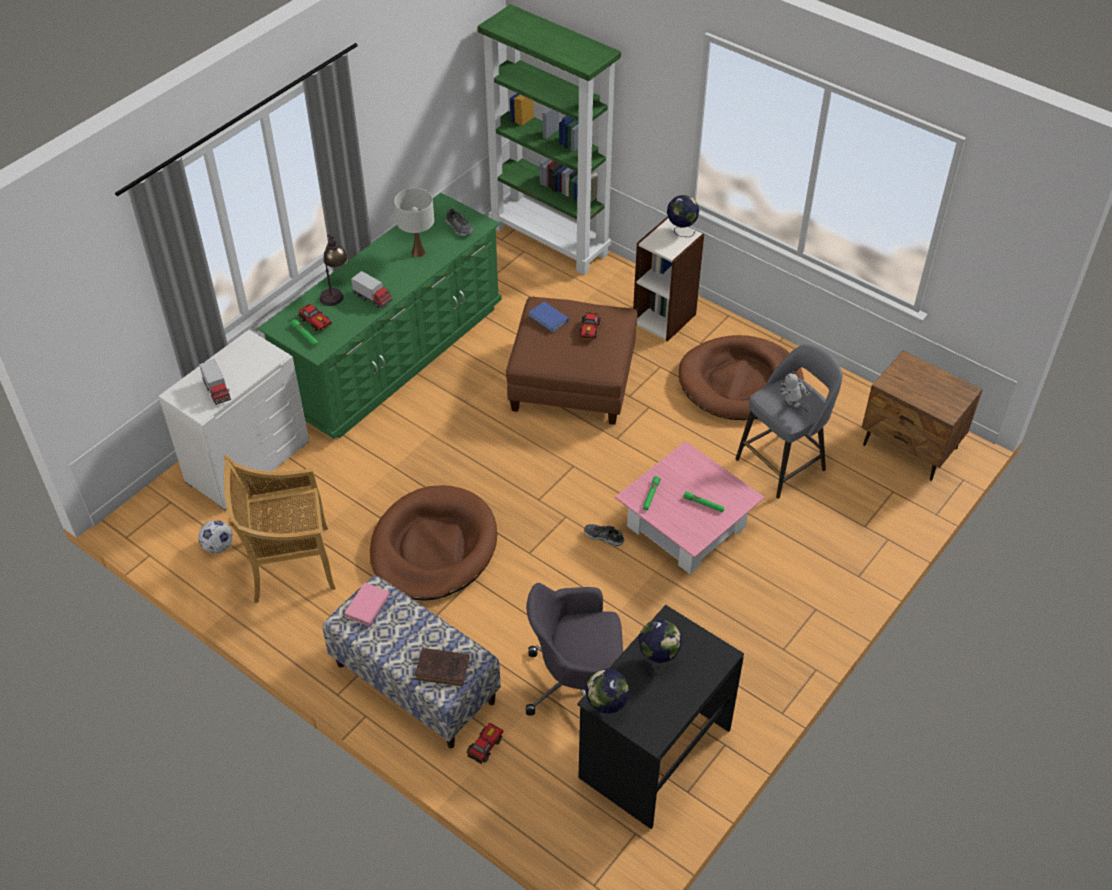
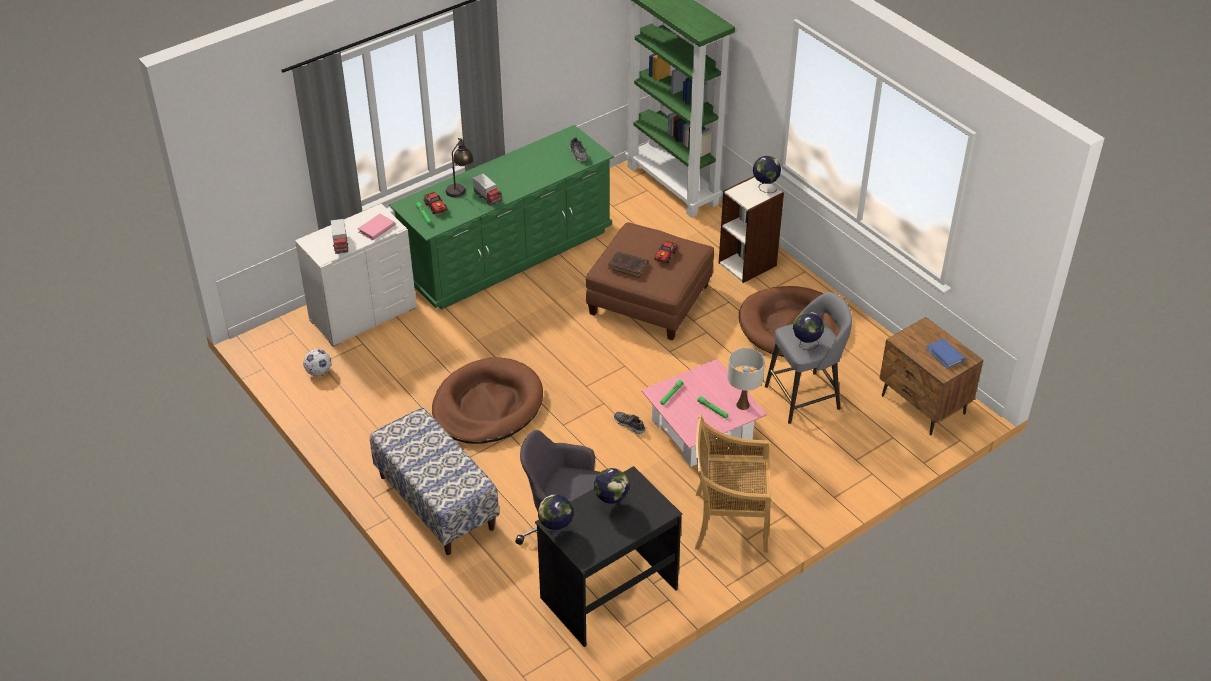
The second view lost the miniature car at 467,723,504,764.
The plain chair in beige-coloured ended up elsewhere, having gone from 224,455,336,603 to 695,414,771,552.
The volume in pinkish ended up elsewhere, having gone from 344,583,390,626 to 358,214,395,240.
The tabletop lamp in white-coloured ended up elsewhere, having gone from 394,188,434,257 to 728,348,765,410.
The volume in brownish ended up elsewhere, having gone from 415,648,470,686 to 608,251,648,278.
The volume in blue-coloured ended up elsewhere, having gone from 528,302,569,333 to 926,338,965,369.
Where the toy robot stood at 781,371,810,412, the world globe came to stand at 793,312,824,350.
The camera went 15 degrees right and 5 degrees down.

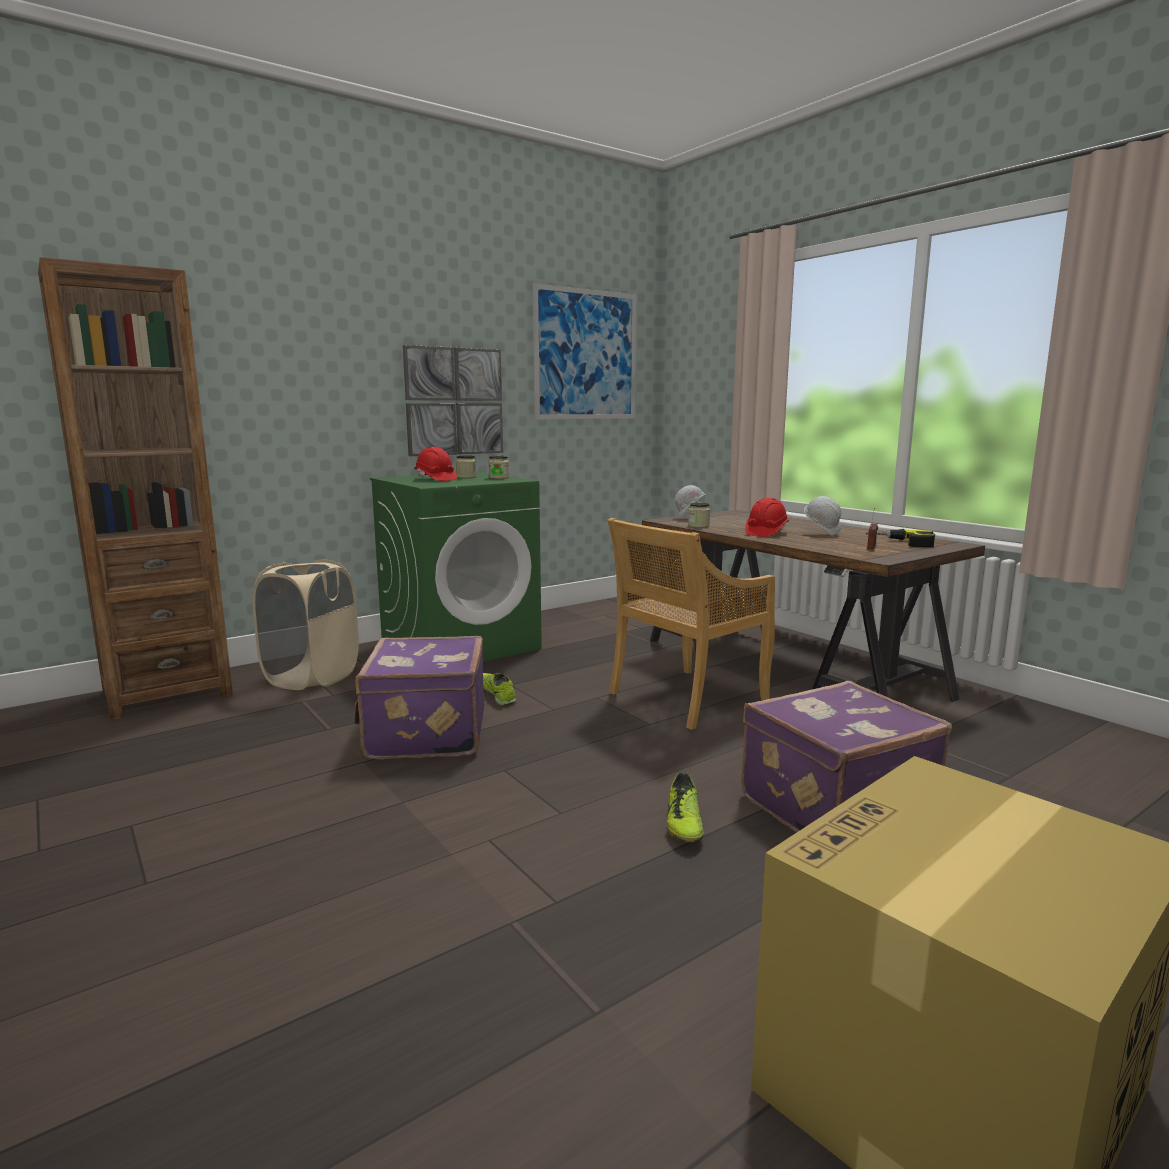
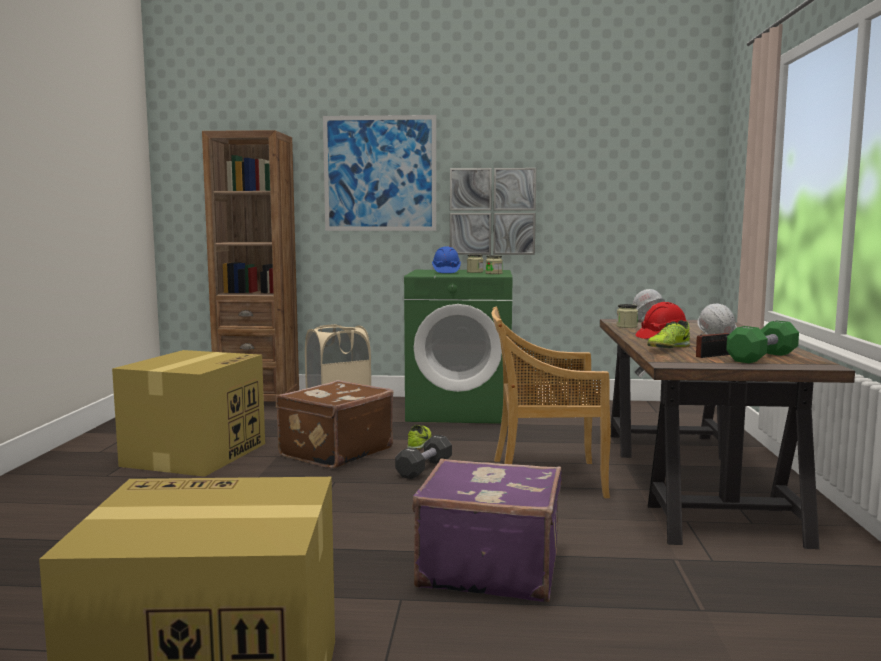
The second view gained the cardboard box at 112,350,265,477.
The second view gained the hand weight in black at 395,435,452,479.
The wall picture ended up elsewhere, having gone from 533,283,637,420 to 323,115,436,231.
The shoe ended up elsewhere, having gone from 667,773,704,842 to 647,320,690,348.
Where the electric drill stood at 866,529,935,547, the hand weight in greenish came to stand at 726,321,799,363.
What was the travel case in purple-coloured at 354,636,485,759 turned into the travel case in brownish at 276,380,393,469.
What was the work helmet in red-coloured at 414,447,457,481 turned into the work helmet in blue-coloured at 432,246,461,273.
The camera went 40 degrees right and 5 degrees down.

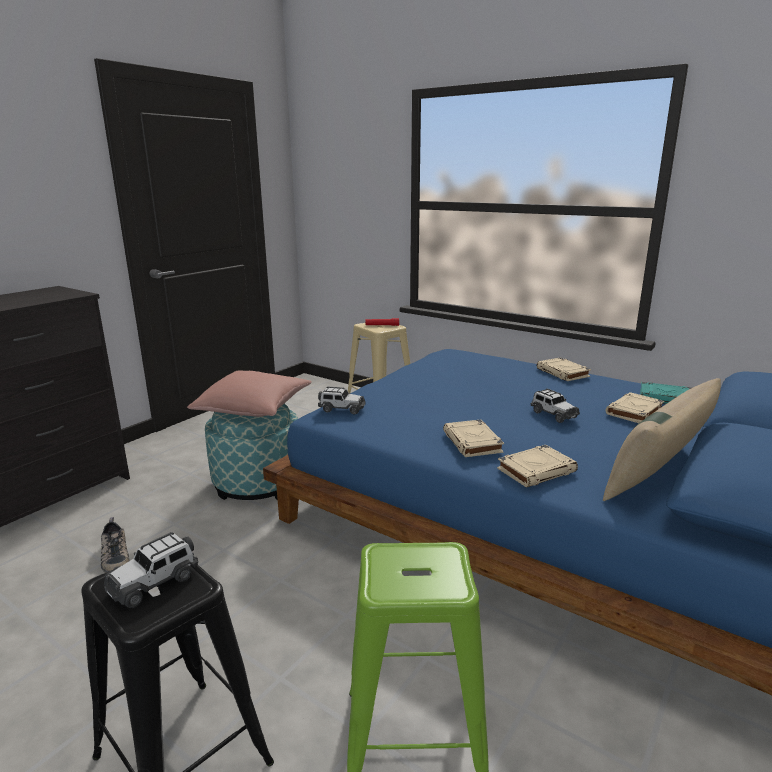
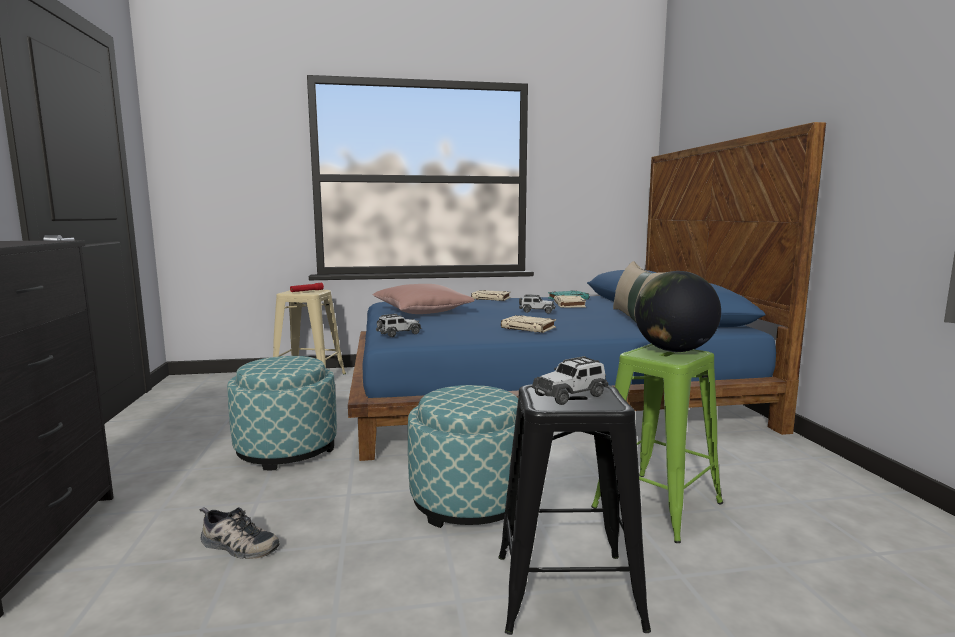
The second view lost the volume in beige-coloured at 497,445,578,488.
The second view gained the ottoman at 408,385,518,528.
The second view gained the world globe at 635,271,721,352.
The pillow in pinkish ended up elsewhere, having gone from 187,371,312,417 to 372,284,475,314.
The miniature car at 104,532,199,608 ended up facing another way, 60 degrees clockwise from before.
The camera went 45 degrees left and 10 degrees down.

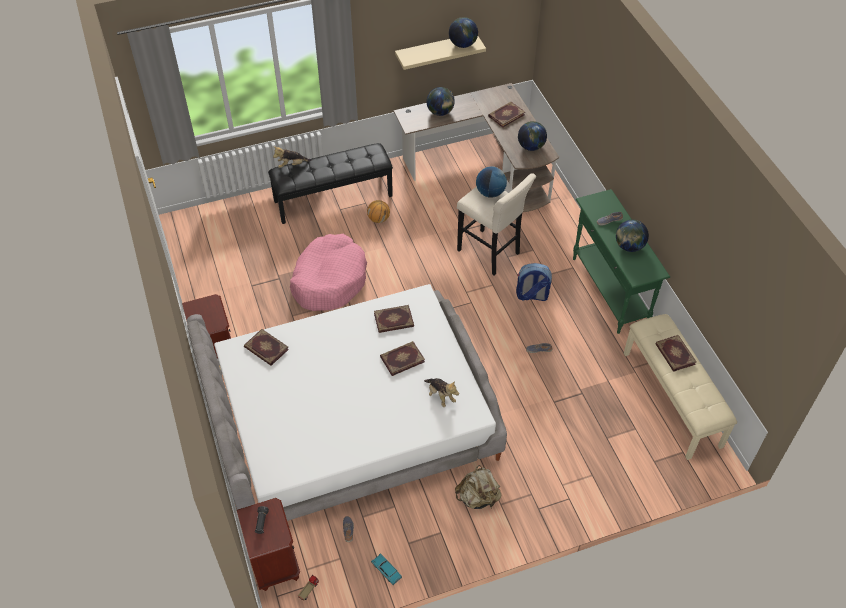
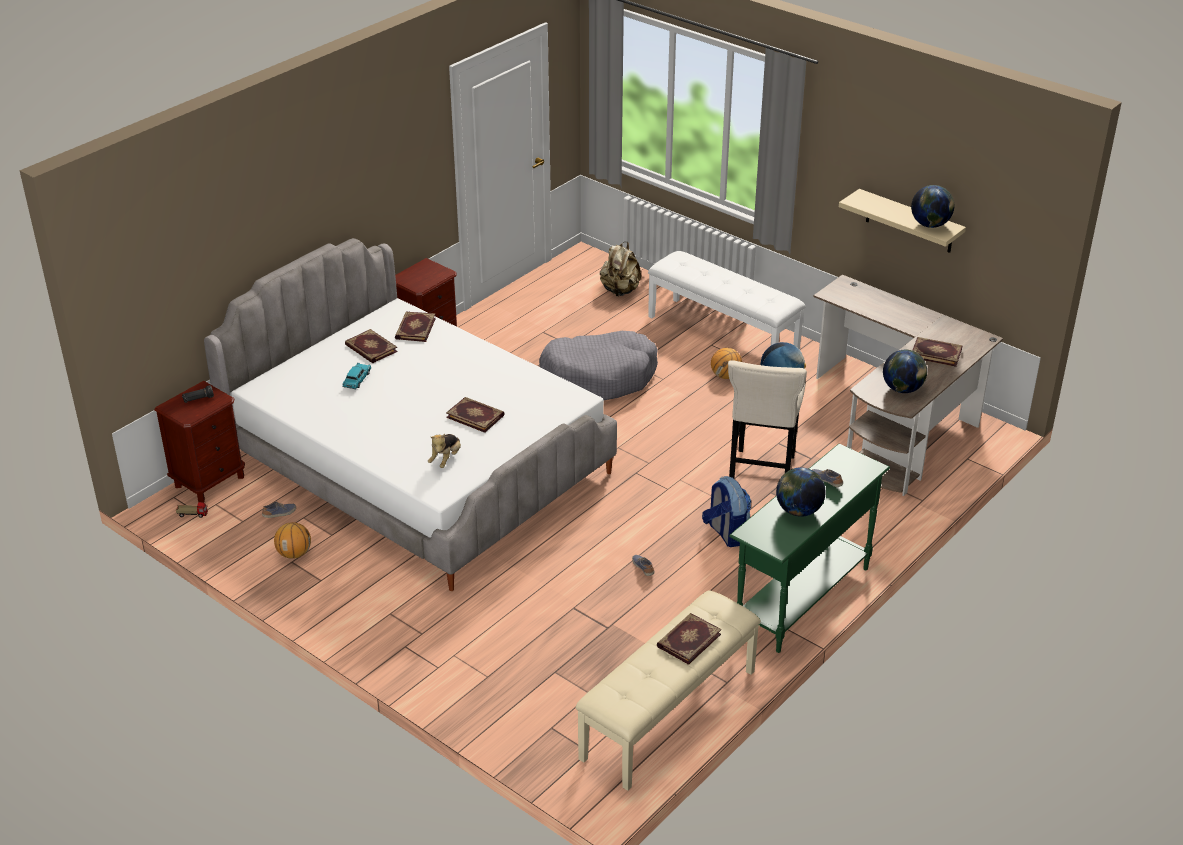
The second view lost the plush toy at 273,146,311,168.
The second view lost the world globe at 427,87,455,116.
The second view gained the ball for basketball at 274,522,311,559.
The miniature car in blue-green ended up elsewhere, having gone from 371,553,402,585 to 343,363,371,389.
The volume ended up elsewhere, having gone from 374,305,414,333 to 345,329,398,363.
The backpack in beige-coloured ended up elsewhere, having gone from 455,465,502,509 to 600,242,641,296.
What was the long seat in black at 268,143,393,224 turned into the long seat in white-coloured at 648,251,806,350.
What was the dog cushion in pinkish at 290,234,367,311 turned into the dog cushion in greyish at 539,331,658,400.
The camera went 60 degrees right and 15 degrees down.

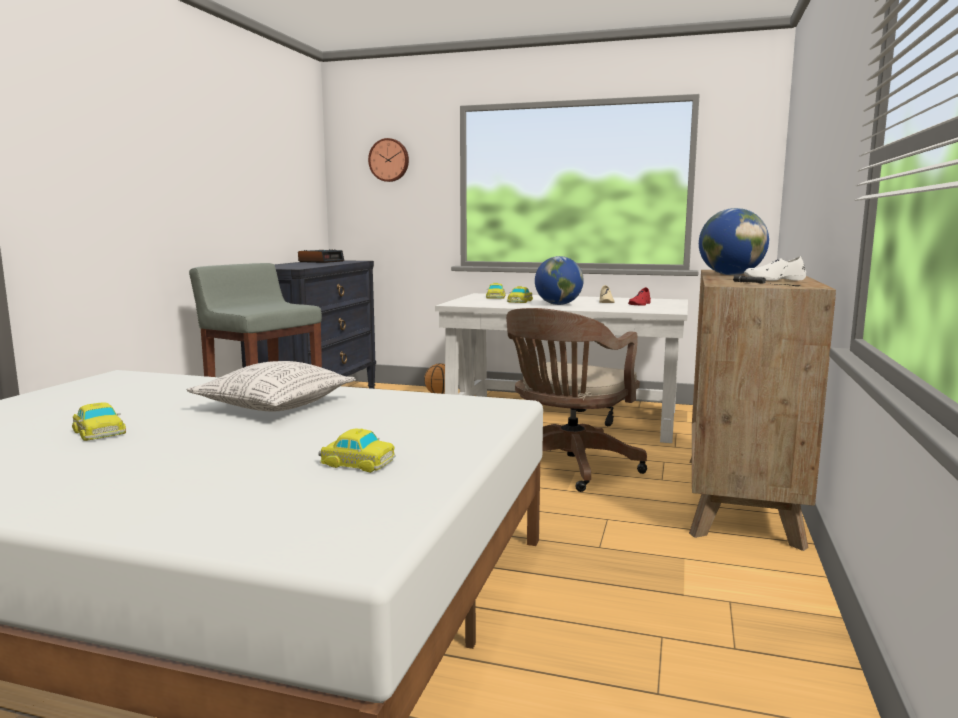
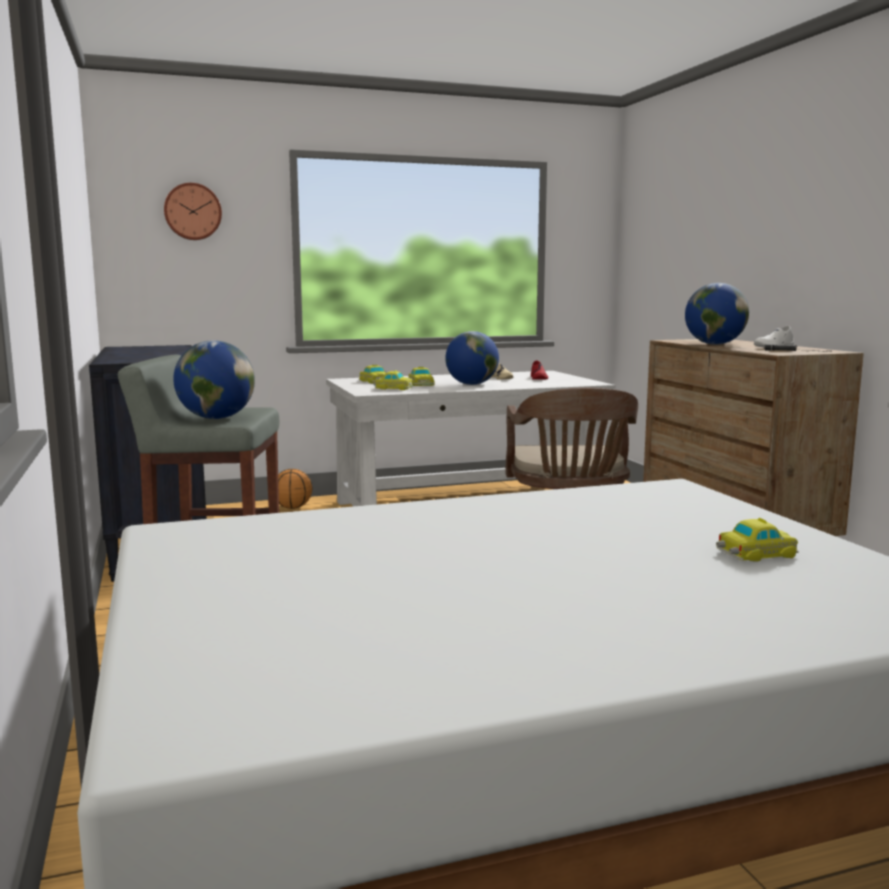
The second view lost the pillow at 186,361,356,411.
The second view lost the bedside clock at 298,249,344,263.
The second view gained the world globe at 173,340,255,419.
The miniature car ended up elsewhere, having gone from 72,402,126,441 to 373,370,413,390.
The camera went 35 degrees left and 0 degrees up.

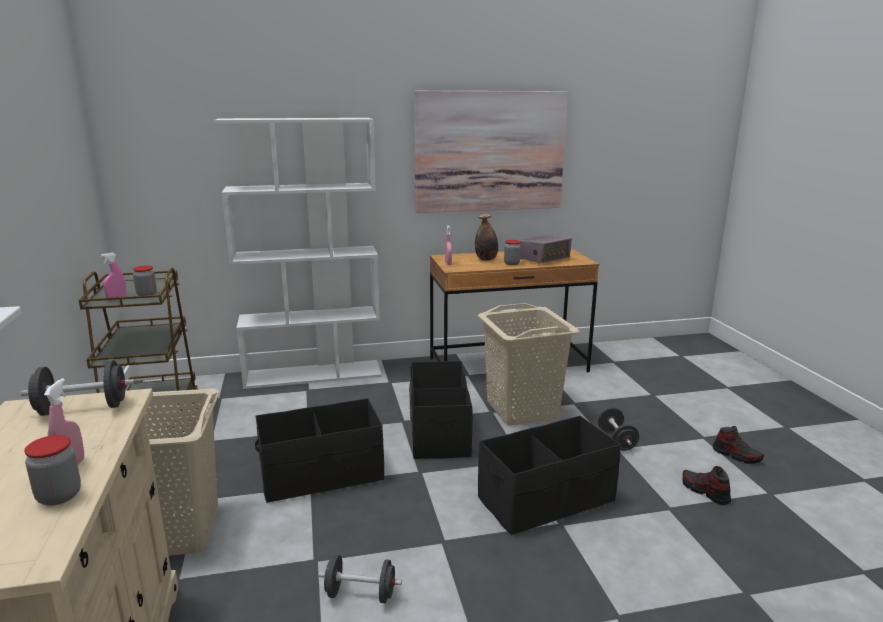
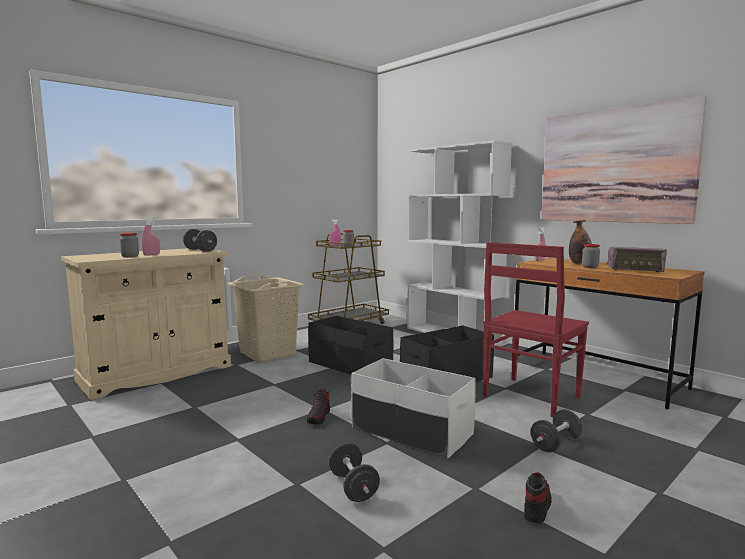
The hand weight in black ended up elsewhere, having gone from 318,555,402,603 to 329,442,380,502.
The shoe ended up elsewhere, having gone from 713,426,764,464 to 307,388,330,425.
Where the washing basket in beige-coloured stood at 478,303,579,425, the plain chair in red-coloured came to stand at 483,242,589,417.
What was the storage box in black at 478,416,621,535 turned into the storage box in white-coloured at 351,358,476,459.
The camera went 60 degrees right and 10 degrees down.

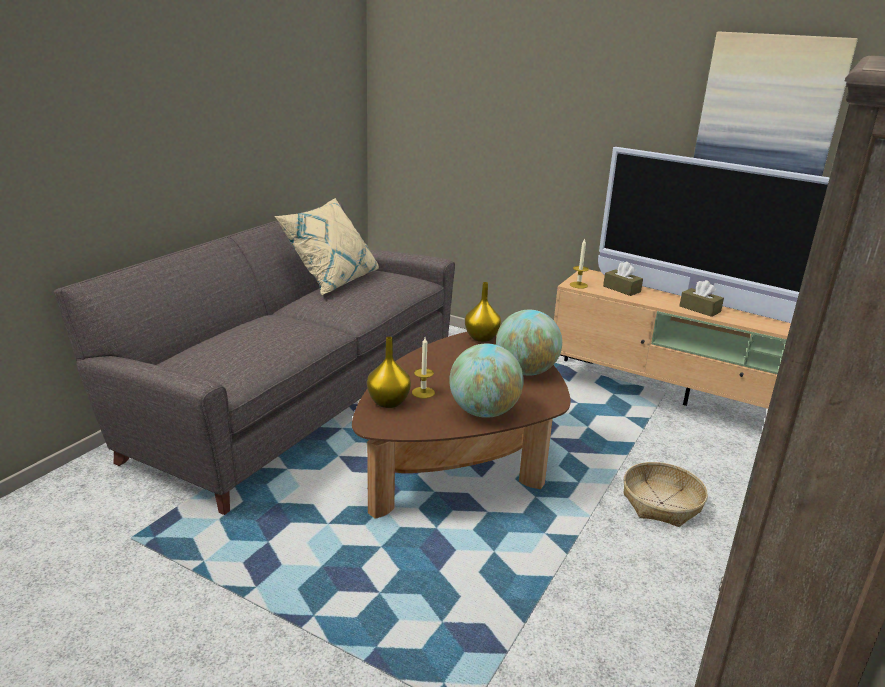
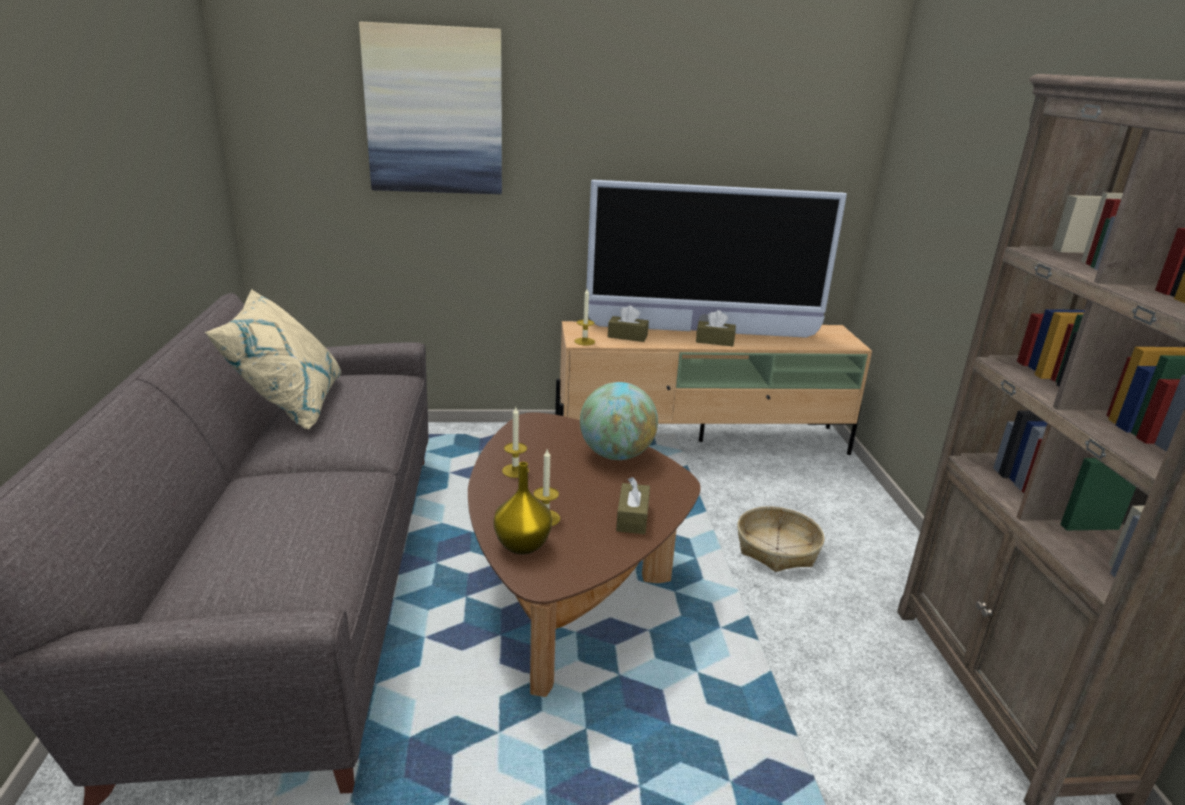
The second view lost the flower vase in yellow at 465,282,501,342.
The second view gained the wax light at 502,407,529,478.
The wall picture ended up elsewhere, having gone from 694,32,858,176 to 359,22,502,194.
Where the world globe stood at 449,344,524,418, the tissue holder in brownish came to stand at 616,477,650,534.
The camera went 35 degrees left and 0 degrees up.

